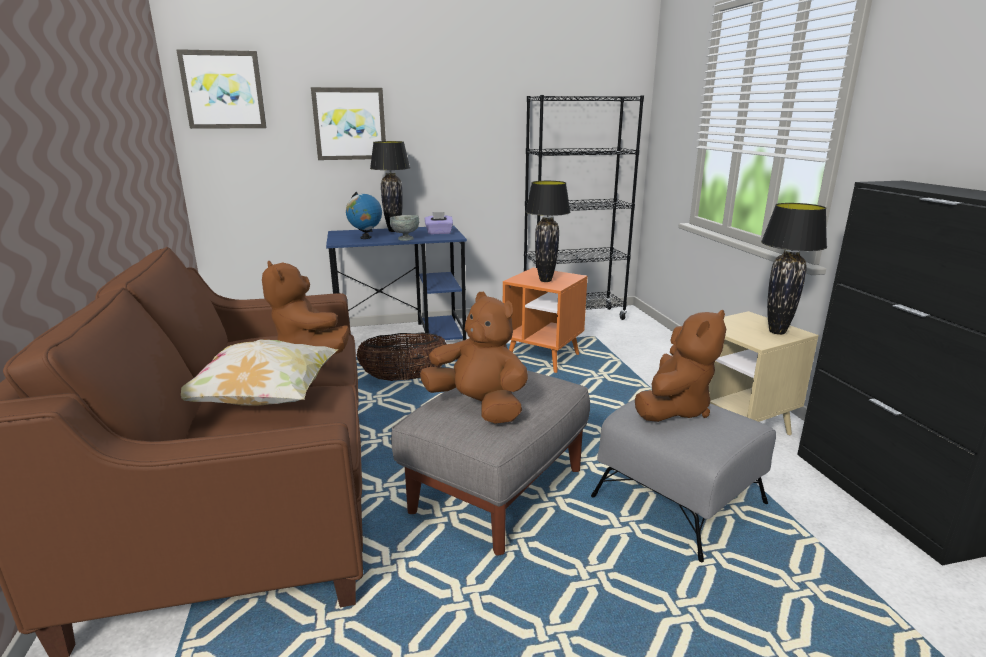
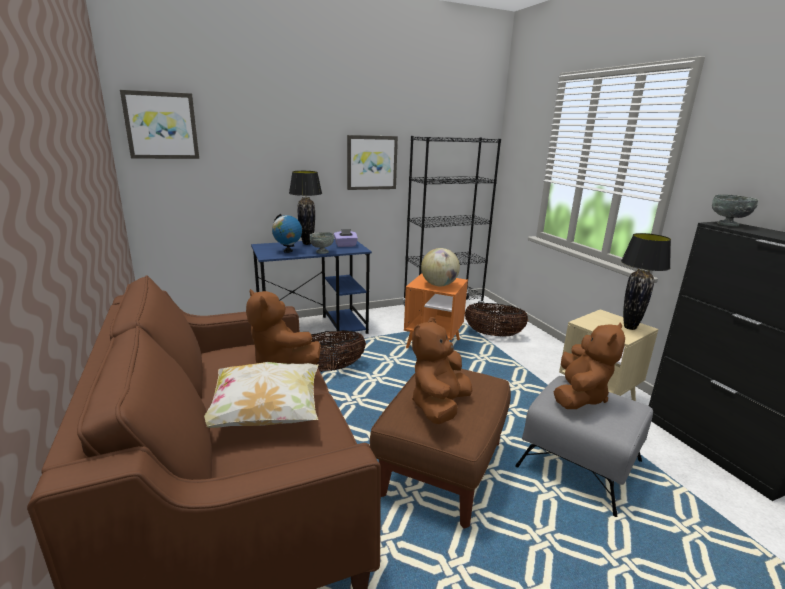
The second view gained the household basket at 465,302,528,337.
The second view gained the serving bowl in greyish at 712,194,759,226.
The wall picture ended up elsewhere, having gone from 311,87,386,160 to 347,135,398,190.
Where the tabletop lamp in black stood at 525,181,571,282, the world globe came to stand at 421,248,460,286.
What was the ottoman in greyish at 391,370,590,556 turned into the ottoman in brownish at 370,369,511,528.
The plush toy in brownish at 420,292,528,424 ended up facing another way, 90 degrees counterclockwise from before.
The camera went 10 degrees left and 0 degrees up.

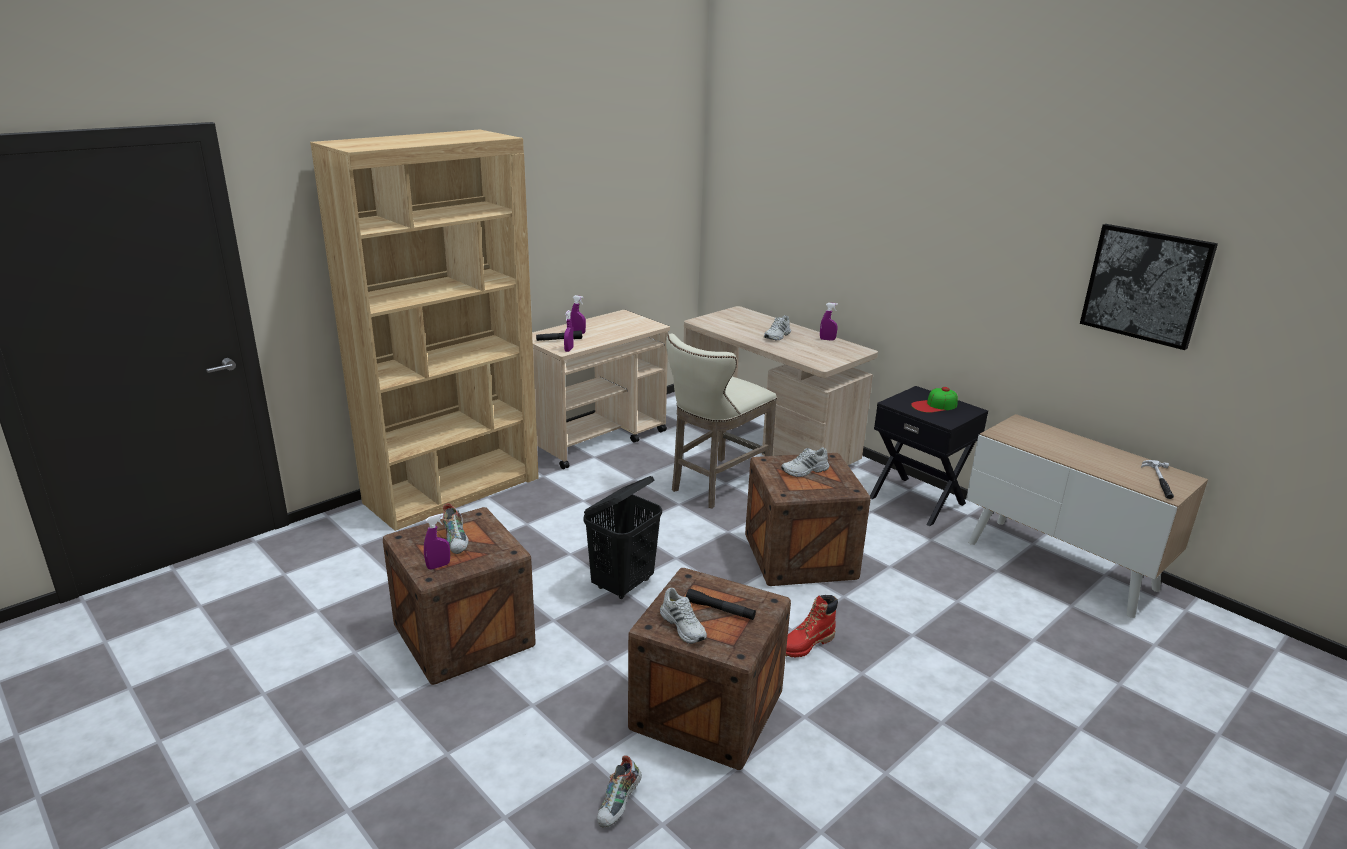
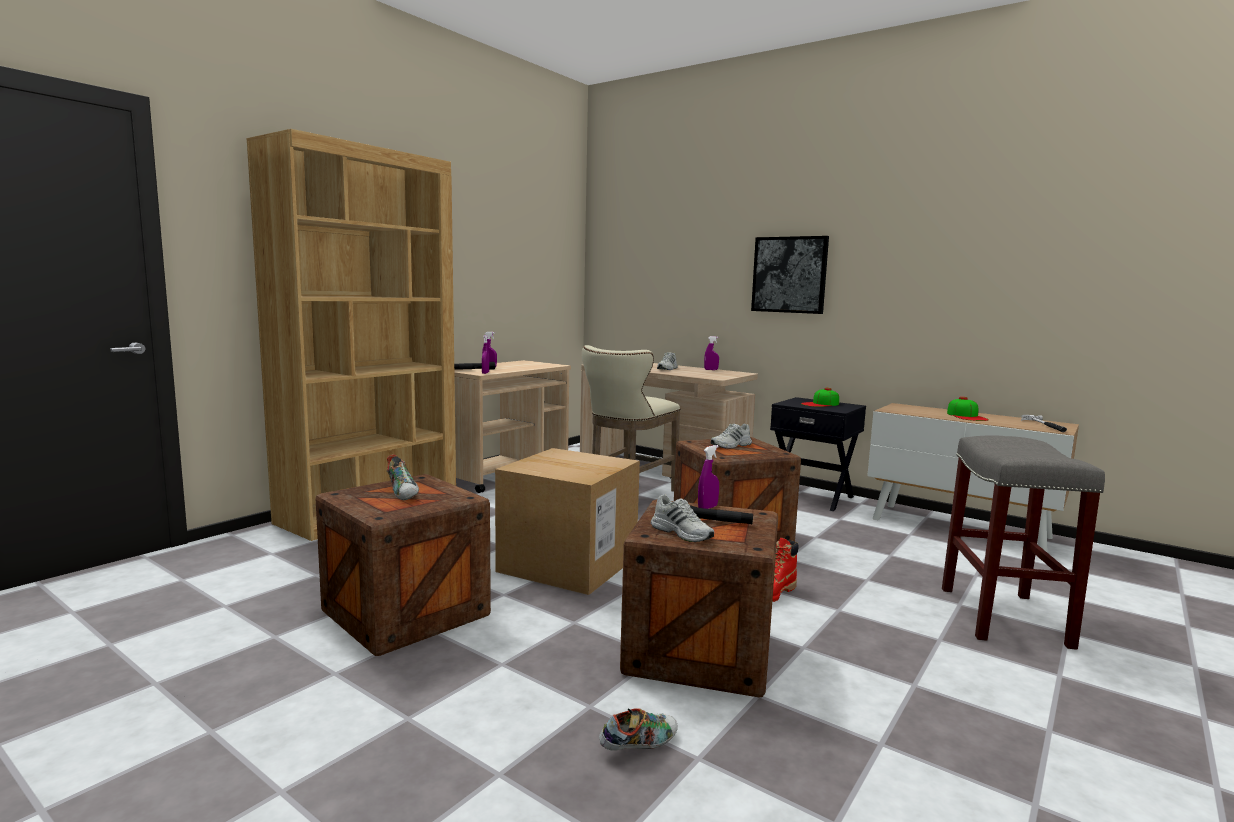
The second view gained the sitting stool in greyish at 942,435,1105,650.
The second view gained the baseball cap at 947,397,989,421.
The sprayer in purple-coloured ended up elsewhere, having gone from 424,514,450,570 to 698,445,719,509.
The wall picture ended up elsewhere, having gone from 1080,224,1218,350 to 751,236,829,314.
Where the washing basket in black stood at 583,476,662,599, the cardboard box came to stand at 495,448,640,595.
The shoe at 597,755,642,828 ended up facing another way, 135 degrees counterclockwise from before.
The camera went 10 degrees left and 15 degrees down.

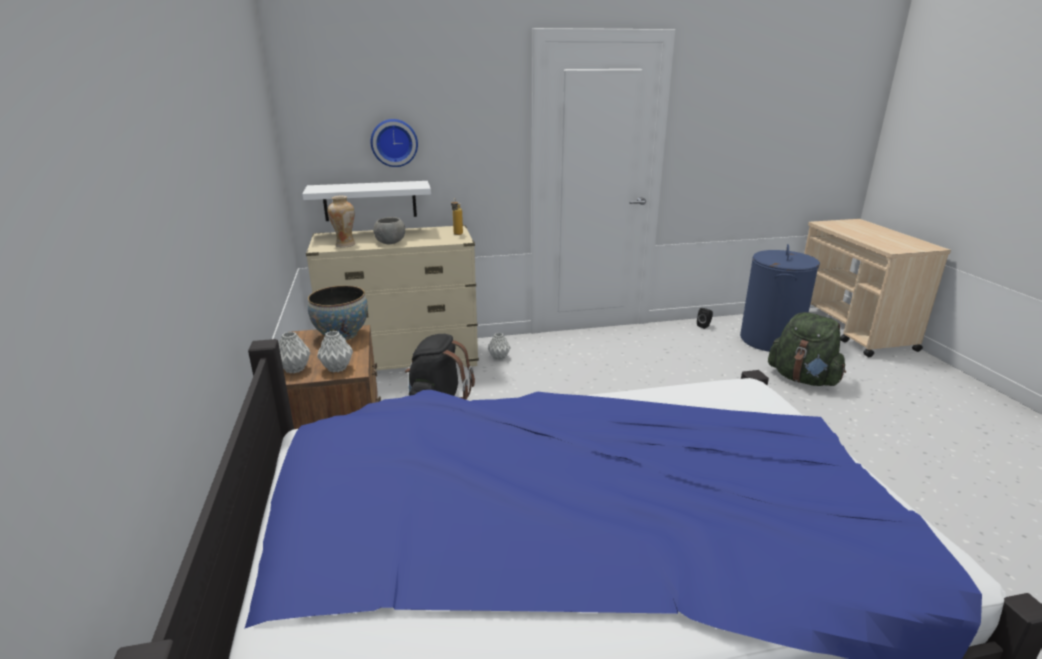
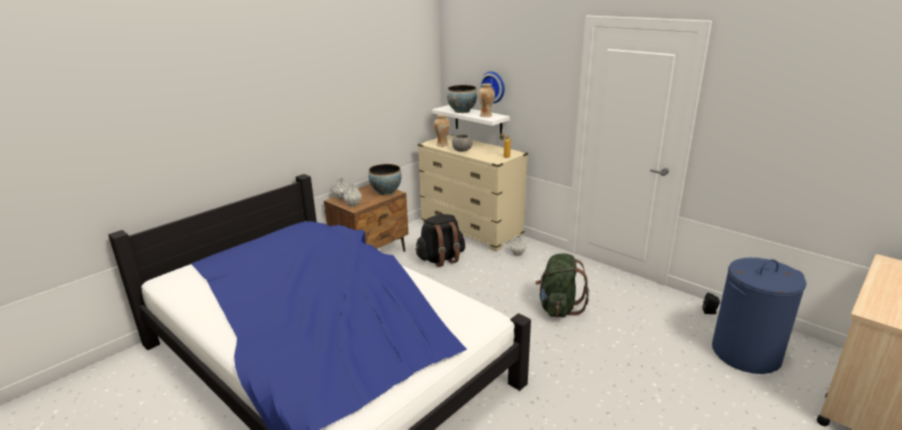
The second view gained the serving bowl at 447,85,477,113.
The second view gained the flower vase at 478,83,495,117.
The backpack in greenish ended up elsewhere, having gone from 768,312,846,386 to 535,254,589,317.
The camera went 55 degrees right and 0 degrees up.

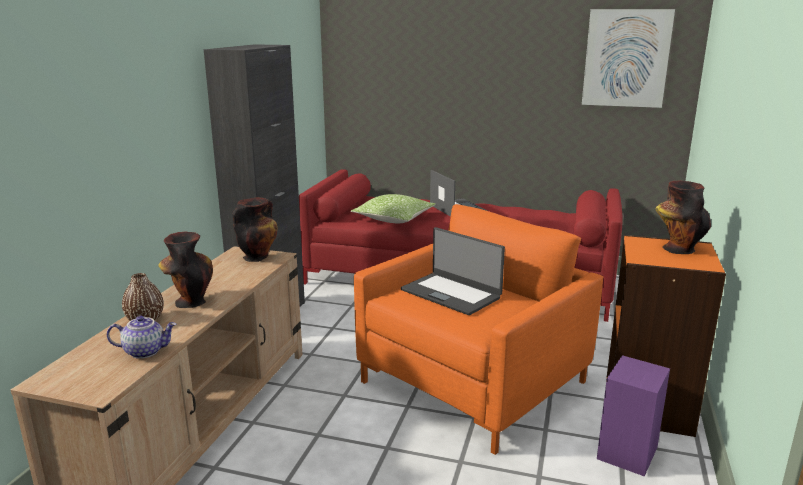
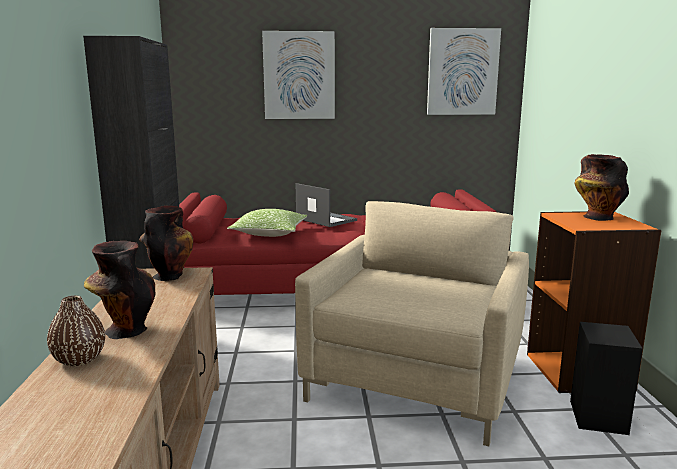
The second view lost the pot for tea at 107,316,176,359.
The second view lost the notebook computer at 401,227,505,315.
The second view gained the wall picture at 262,31,335,119.
What was the lounge chair in orange at 354,204,603,455 turned into the lounge chair in beige-coloured at 295,201,529,446.
What was the speaker in purple-coloured at 597,355,670,477 turned into the speaker in black at 570,322,643,435.
The camera went 20 degrees left and 5 degrees down.

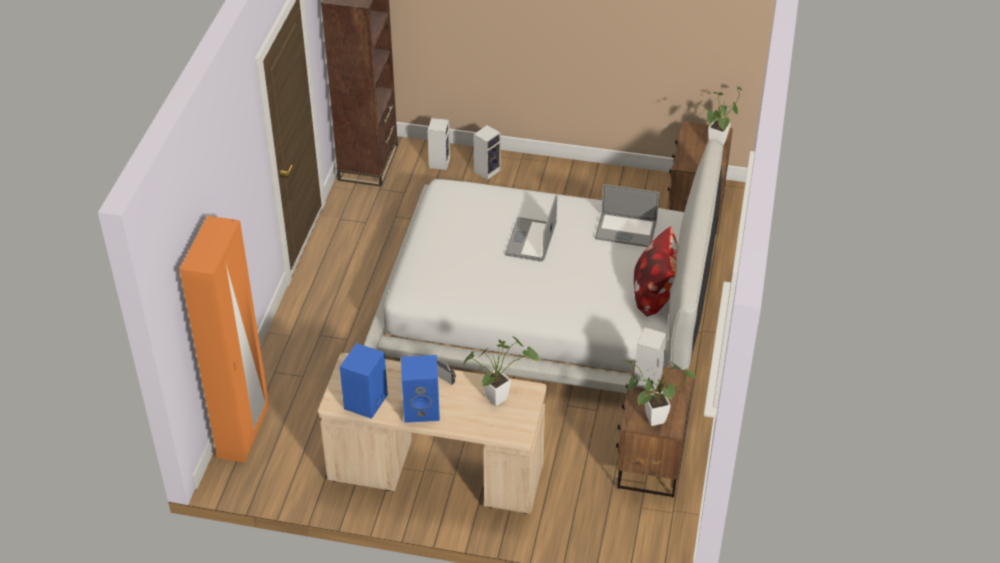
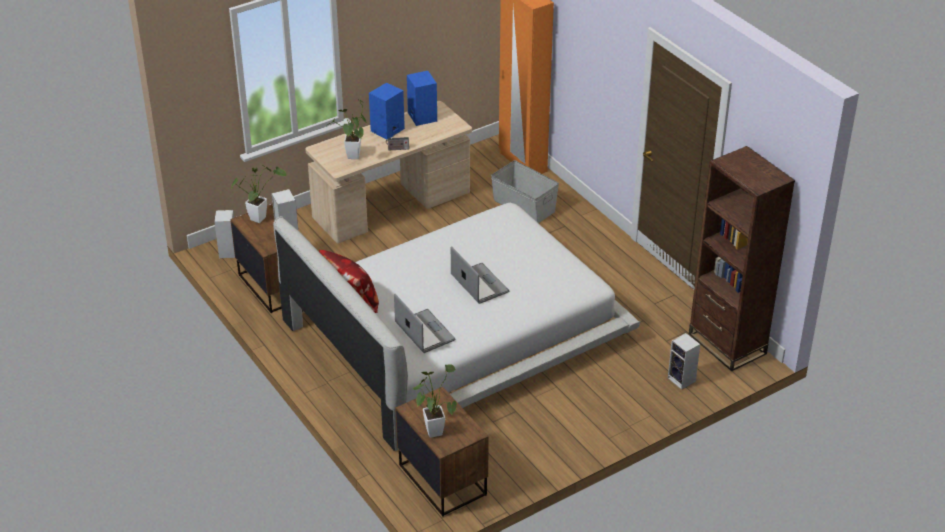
The second view gained the storage box in greyish at 491,160,559,223.
The speaker ended up elsewhere, having gone from 474,125,501,180 to 214,210,235,258.
The notebook computer at 595,184,659,247 ended up facing another way, 90 degrees clockwise from before.
The camera went 135 degrees right and 5 degrees down.

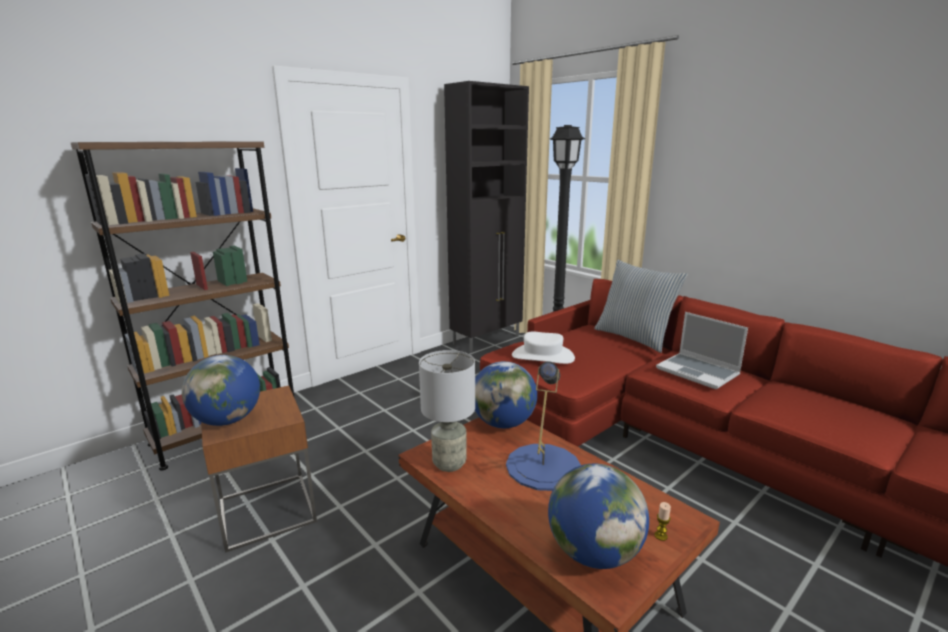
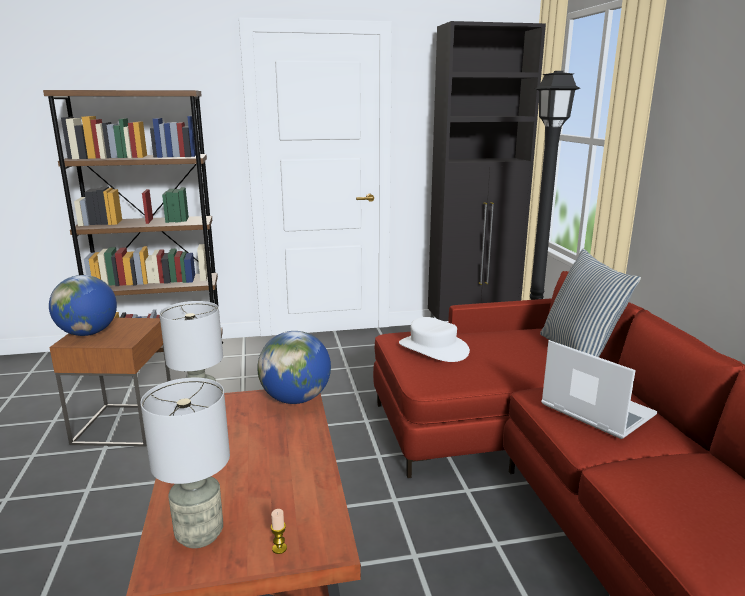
The second view lost the tabletop lamp in blue-coloured at 506,362,581,491.
Where the world globe stood at 548,463,649,569, the tabletop lamp in greyish came to stand at 140,378,230,548.
The notebook computer at 656,312,748,389 ended up facing another way, 150 degrees clockwise from before.
The camera went 30 degrees right and 0 degrees up.

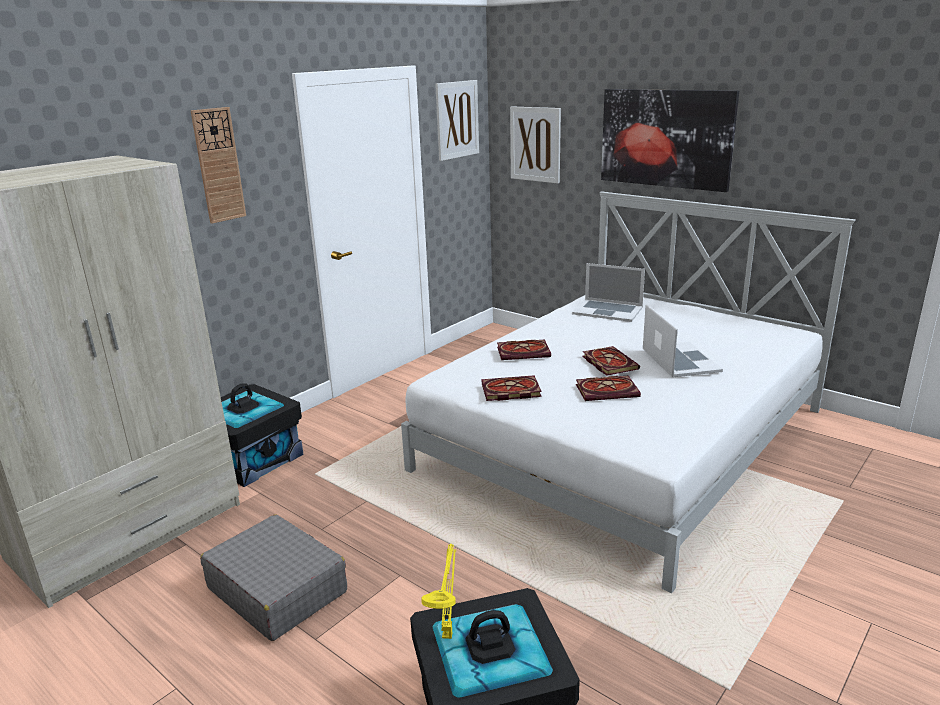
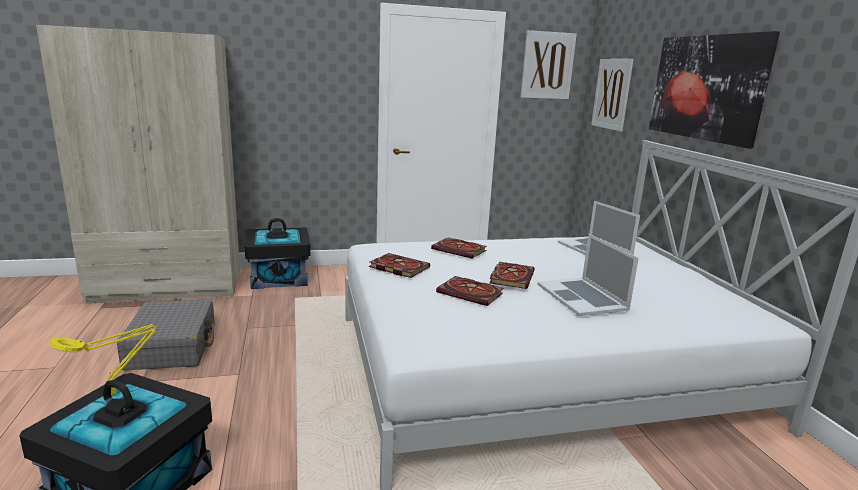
The second view lost the wall clock at 191,107,246,224.
The notebook computer at 643,304,723,377 ended up facing another way, 135 degrees clockwise from before.
The camera went 35 degrees right and 5 degrees down.

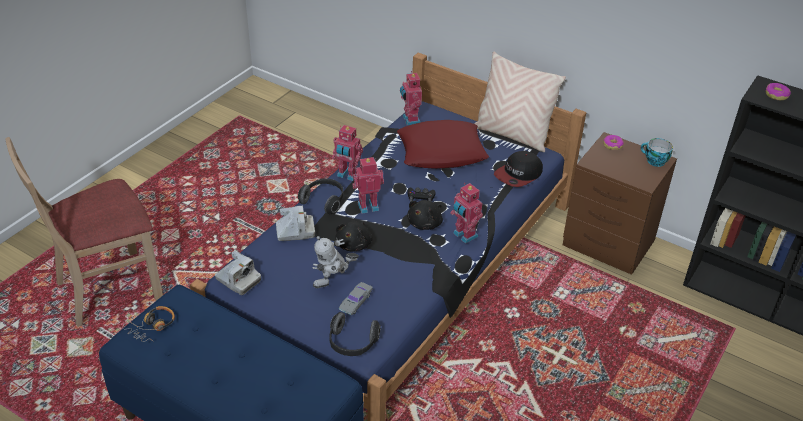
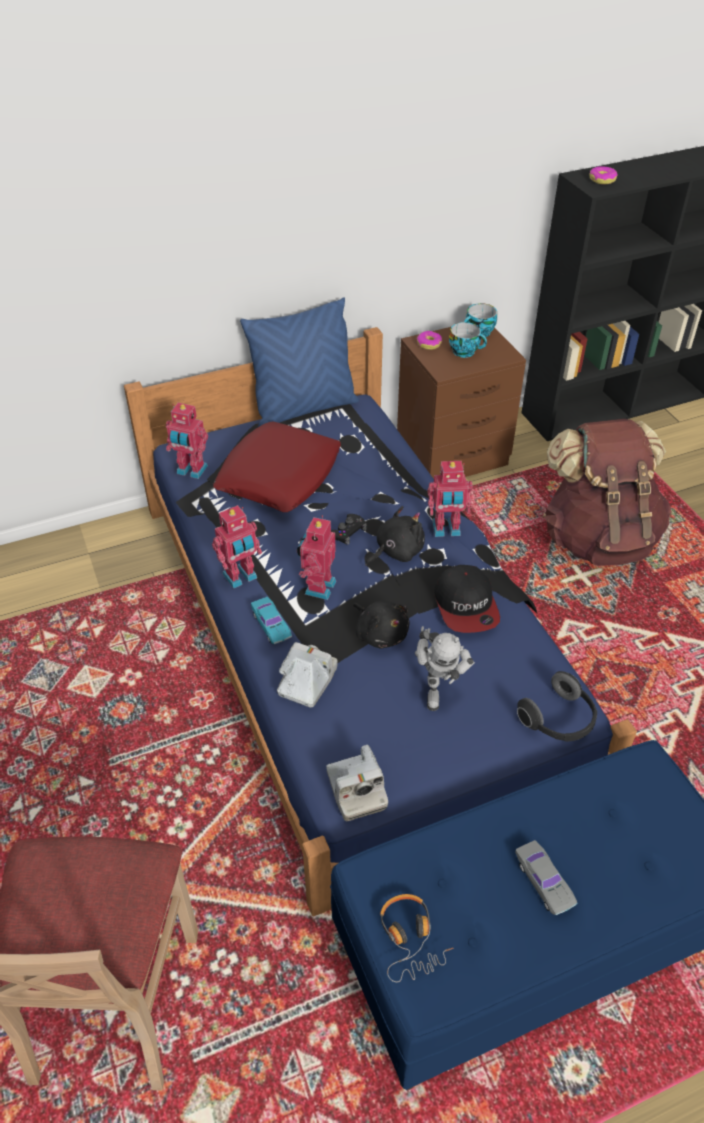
The second view gained the small cup at 449,322,487,358.
The second view gained the backpack in brownish at 543,419,672,566.
The miniature car in greyish ended up elsewhere, having gone from 339,282,373,315 to 515,840,577,915.
The baseball cap ended up elsewhere, having gone from 494,151,543,187 to 434,565,500,633.
Where the headset stood at 298,178,343,214, the miniature car in blue-green came to stand at 251,597,292,644.
What was the pillow in beige-coloured at 474,52,566,152 turned into the pillow in blue-coloured at 240,297,359,427.
The still camera at 215,251,261,295 ended up facing another way, 90 degrees clockwise from before.
The plush toy in black at 407,200,443,230 ended up facing another way, 105 degrees counterclockwise from before.
The camera went 55 degrees left and 5 degrees up.

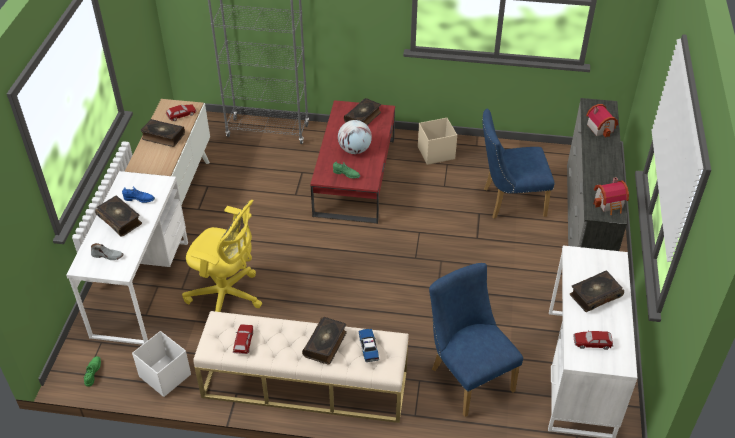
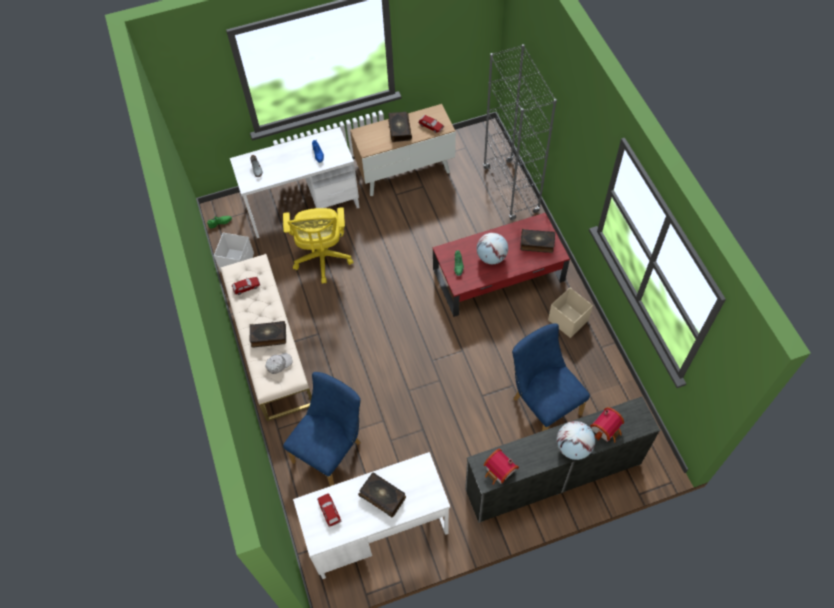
The second view lost the volume at 95,196,142,237.
The second view gained the world globe at 557,421,595,460.
Where the miniature car stood at 358,329,379,362, the baseball cap in white-coloured came to stand at 266,353,292,374.
The camera went 65 degrees right and 15 degrees up.

